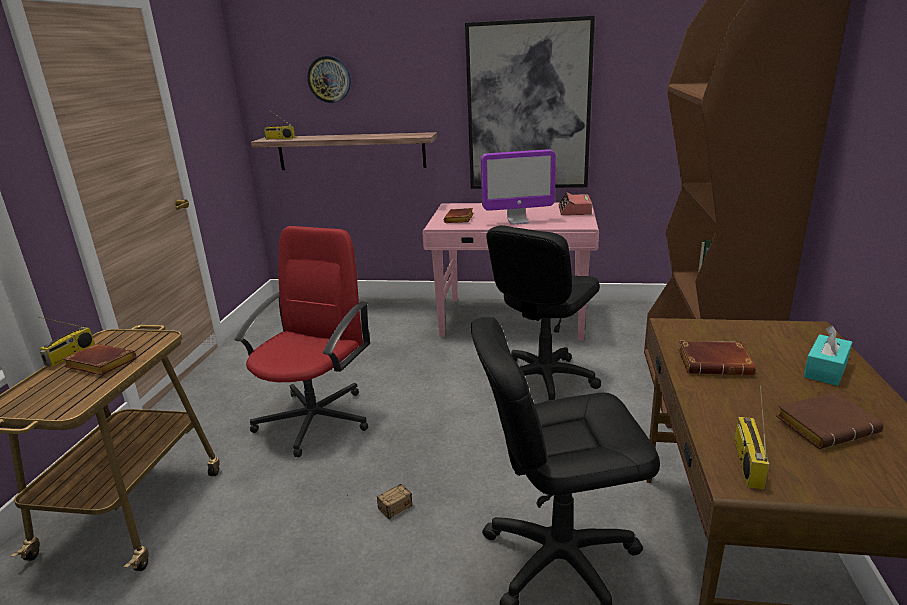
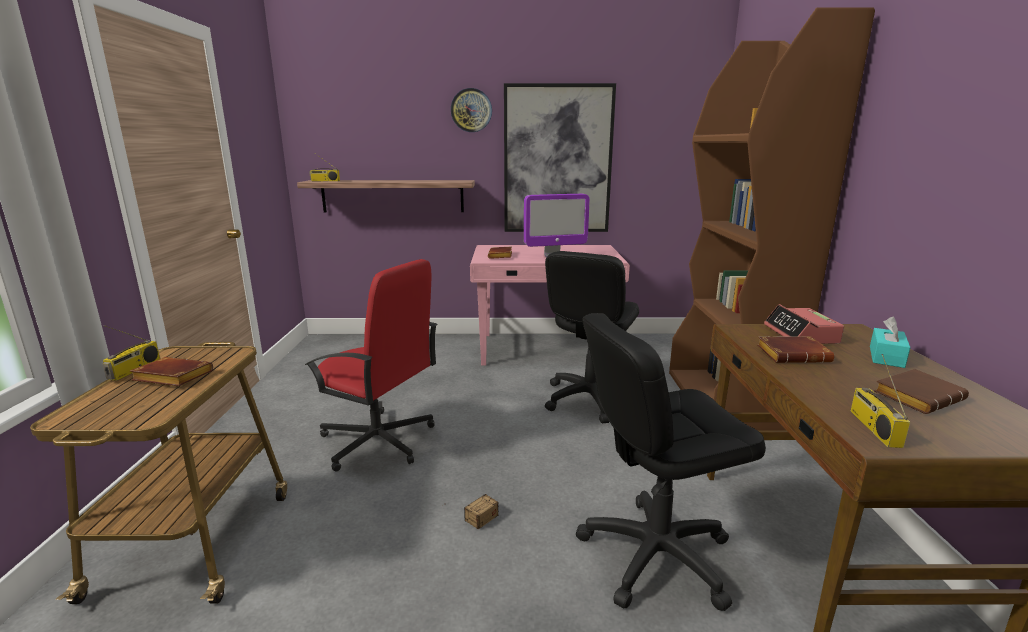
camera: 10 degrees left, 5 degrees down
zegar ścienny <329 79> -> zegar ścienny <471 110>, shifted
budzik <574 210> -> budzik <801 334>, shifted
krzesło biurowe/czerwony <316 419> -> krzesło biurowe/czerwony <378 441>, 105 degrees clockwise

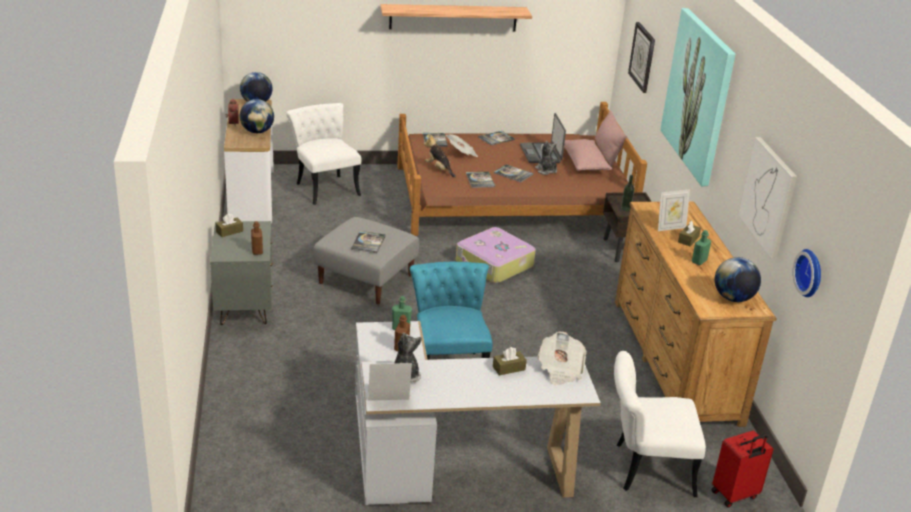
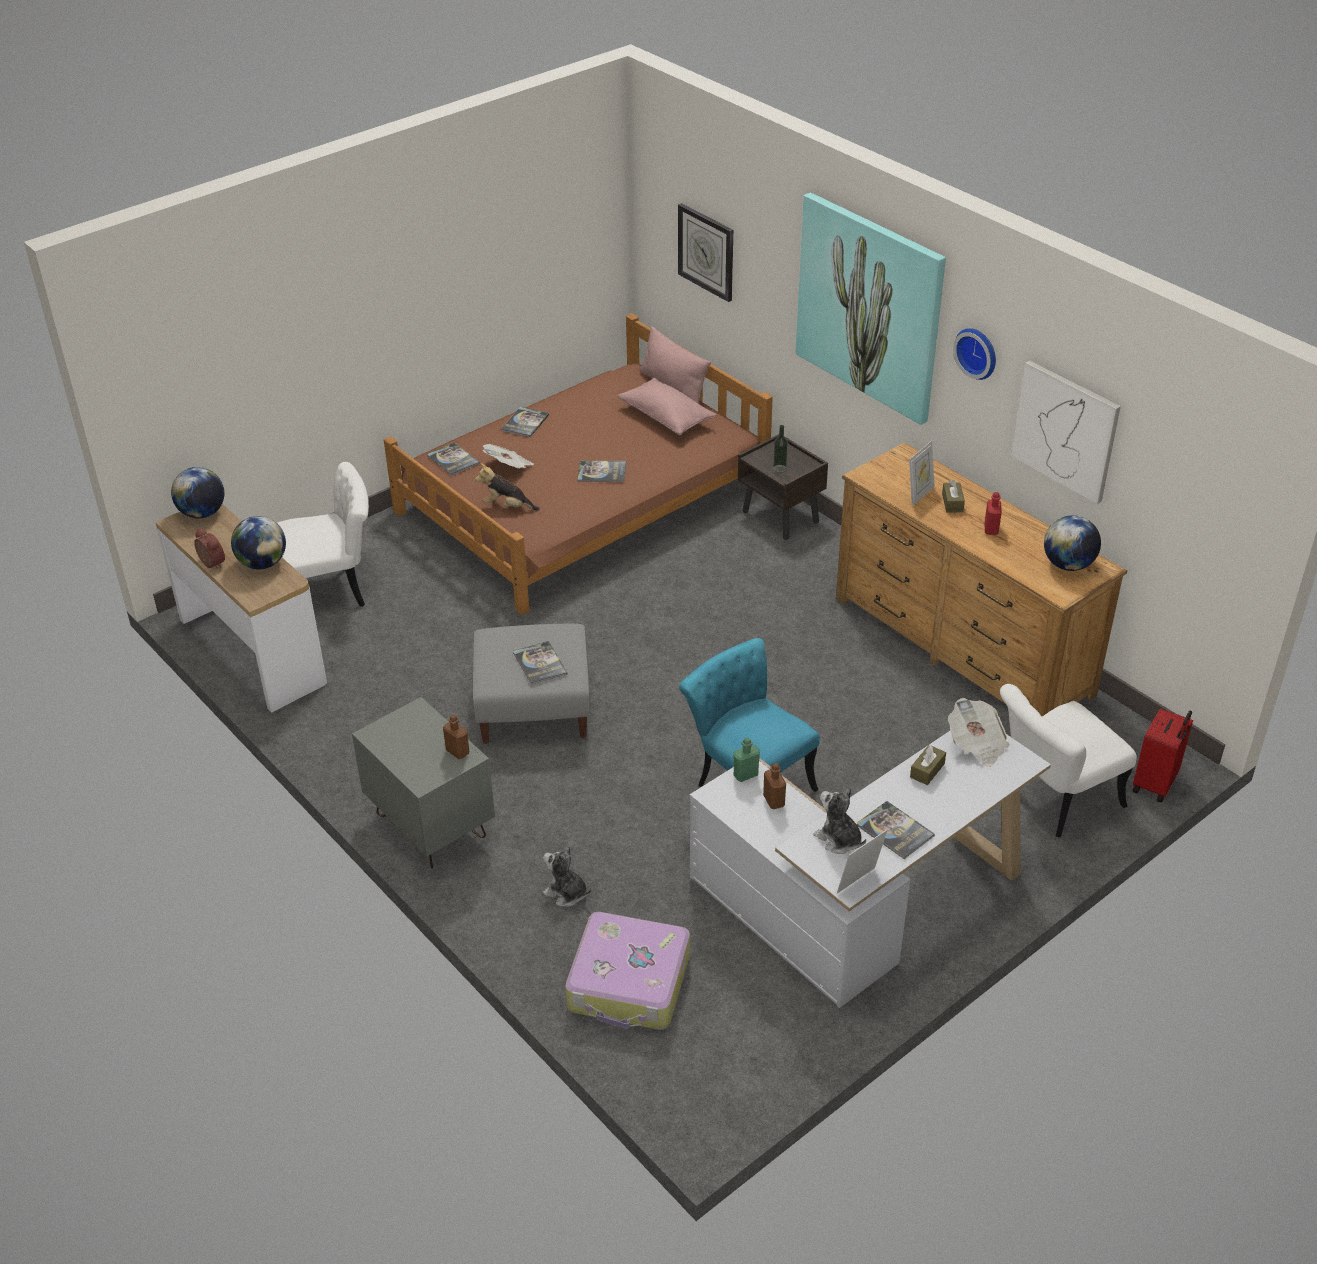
camera: 30 degrees left, 10 degrees up
półka <453 17> -> none
krzesło/biały <324 187> -> krzesło/biały <333 589>, 135 degrees clockwise
laptop <541 154> -> none
pluszak <546 171> -> pluszak <566 893>, shifted
książka <480 180> -> książka <895 831>, shifted
pudełko chusteczek/brązowy <229 231> -> none
walizka <494 265> -> walizka <629 984>, shifted
butelka/zielony <699 261> -> butelka/czerwony <991 529>
zegar ścienny <811 273> -> zegar ścienny <978 352>, shifted

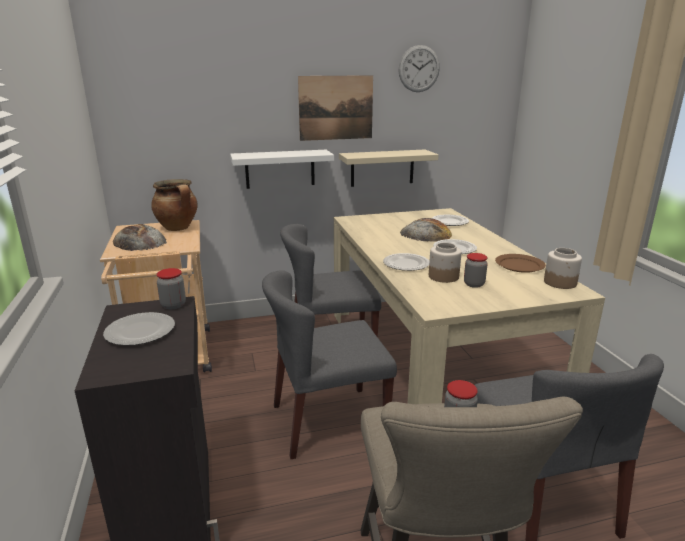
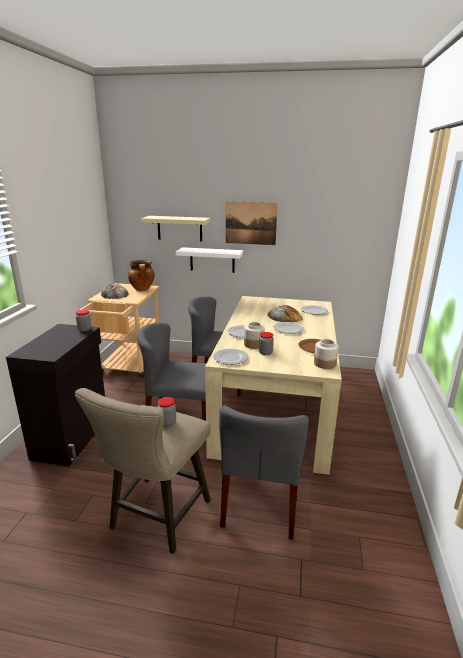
camera: 25 degrees right, 0 degrees up
zegar ścienny <419 69> -> none
półka/beżowy <382 168> -> półka/beżowy <179 228>, shifted
talerz <139 331> -> talerz <230 358>, shifted

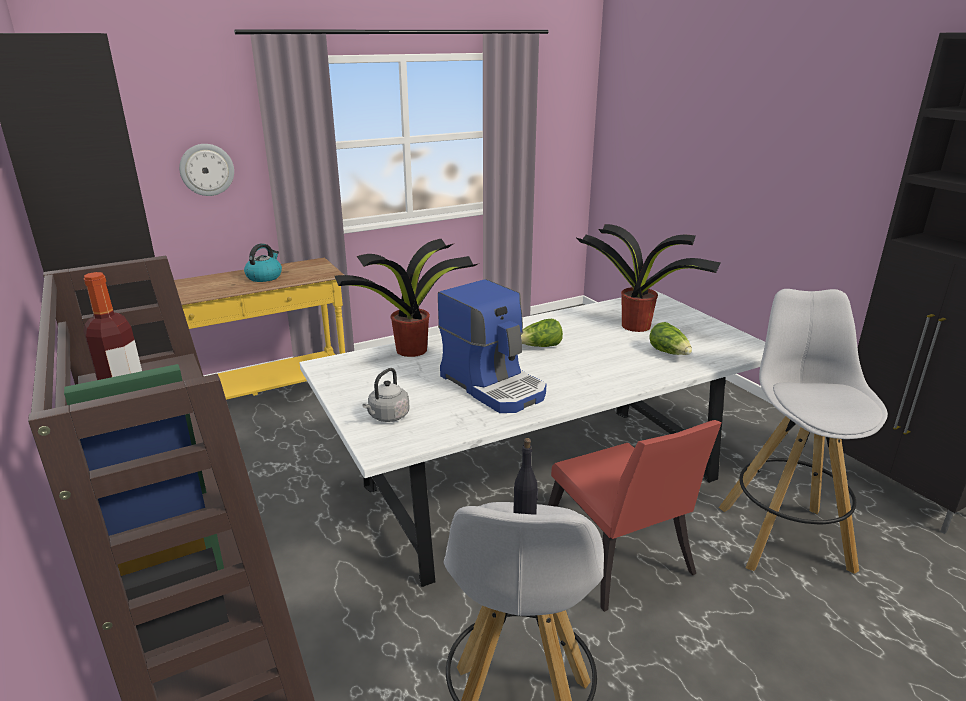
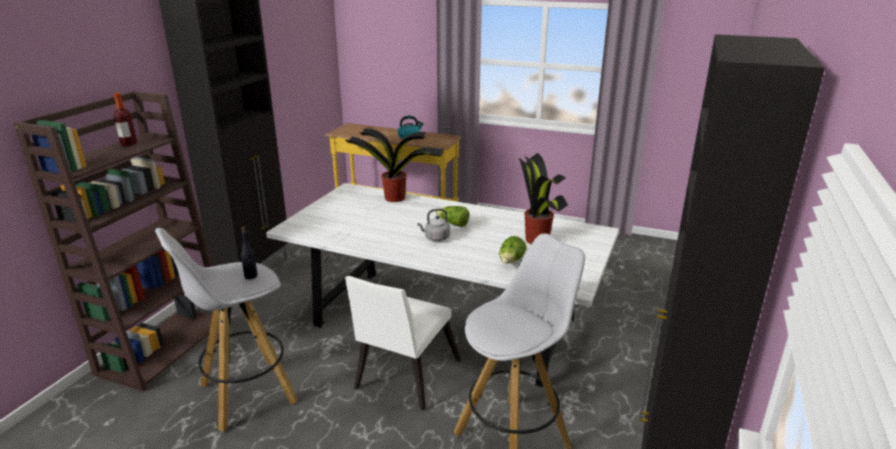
camera: 50 degrees right, 0 degrees up
zegar ścienny <206 169> -> none
ekspres do kawy <494 385> -> none
czajnik/szary <387 417> -> czajnik/szary <435 238>, shifted
krzesło/czerwony <618 560> -> krzesło/biały <403 377>

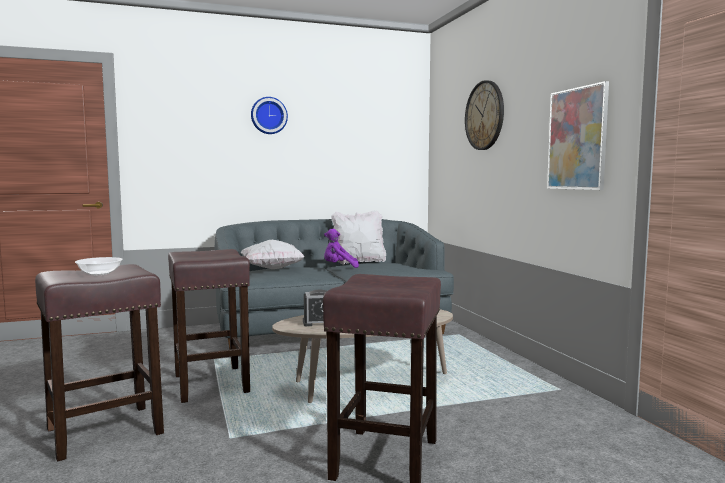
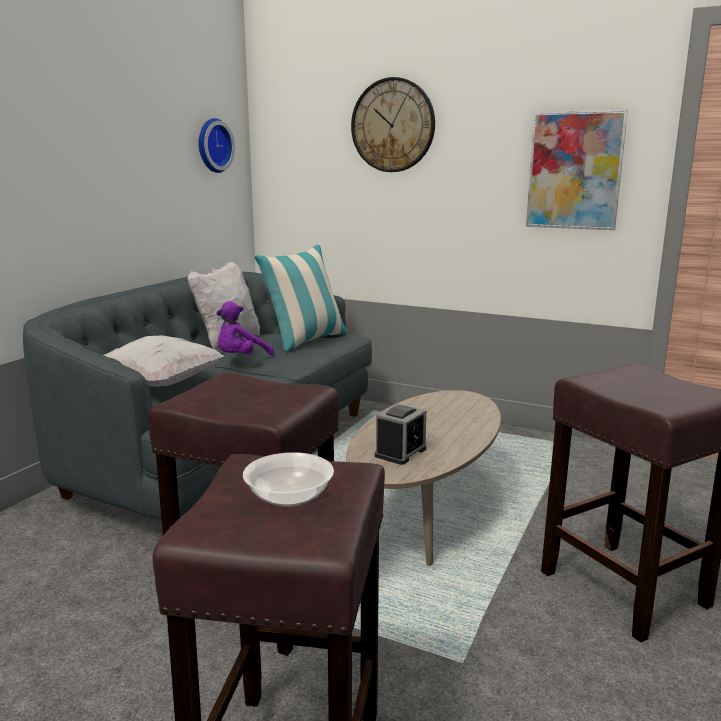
camera: 45 degrees left, 10 degrees up
zegar ścienny <268 115> -> zegar ścienny <212 145>, shifted
none -> poduszka <306 341>

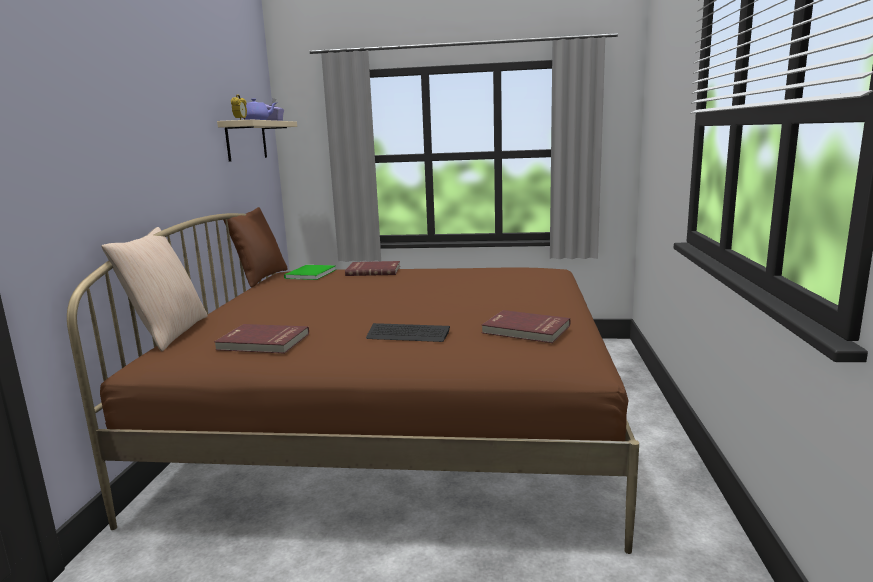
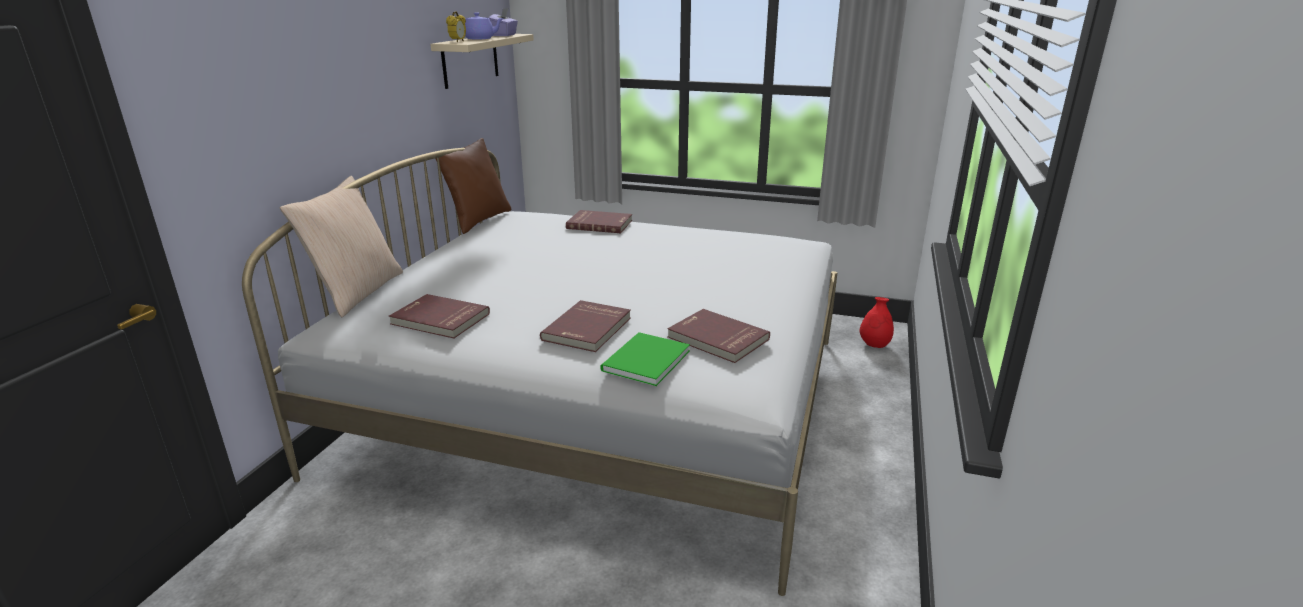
camera: 10 degrees right, 10 degrees up
łóżko/brązowy <399 422> -> łóżko/biały <602 401>
książka/zielony <309 274> -> książka/zielony <643 361>, shifted
klawiatura <408 335> -> książka/czerwony <588 329>
none -> wazon/czerwony <874 345>

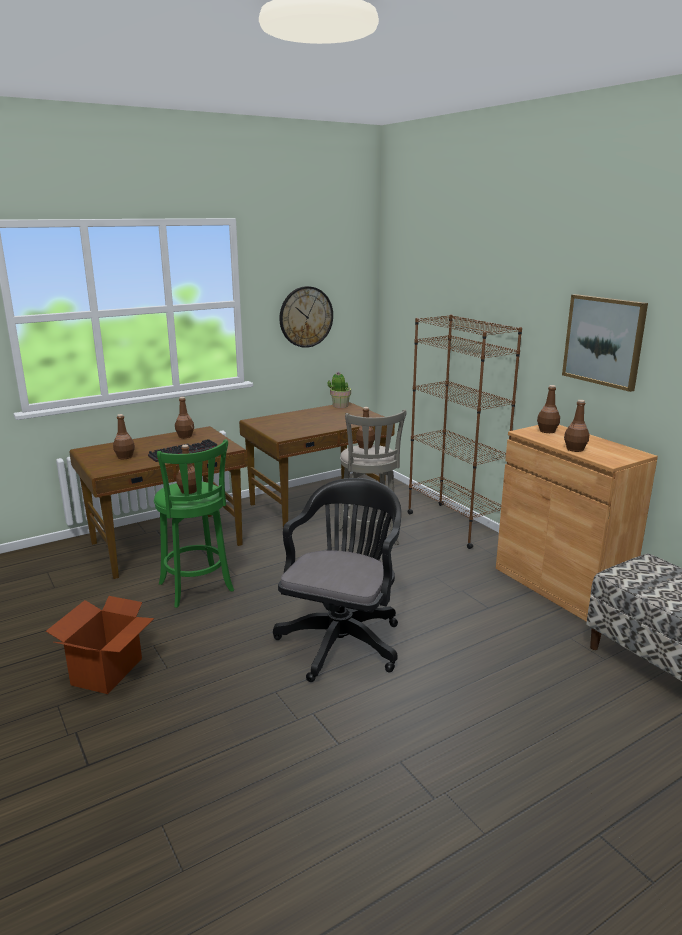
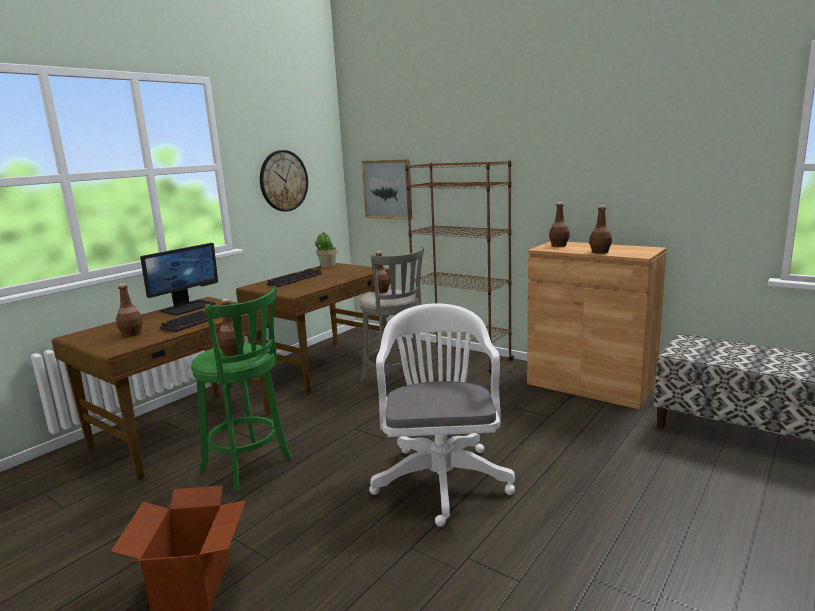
camera: 20 degrees left, 5 degrees down
obraz <604 341> -> obraz <388 189>, shifted
butelka/brązowy <185 436> -> monitor <188 307>
krzesło biurowe/czarny <342 639> -> krzesło biurowe/biały <441 477>
none -> klawiatura <295 279>

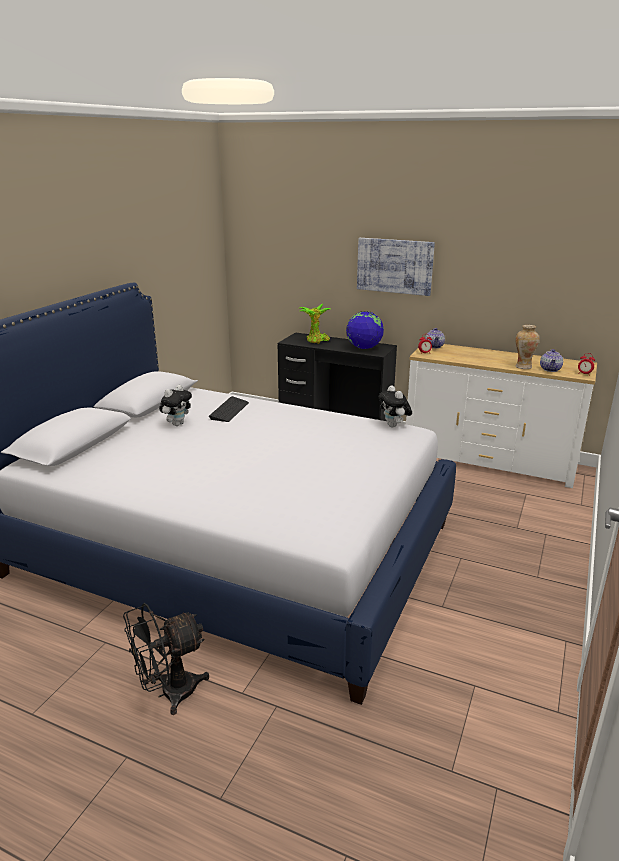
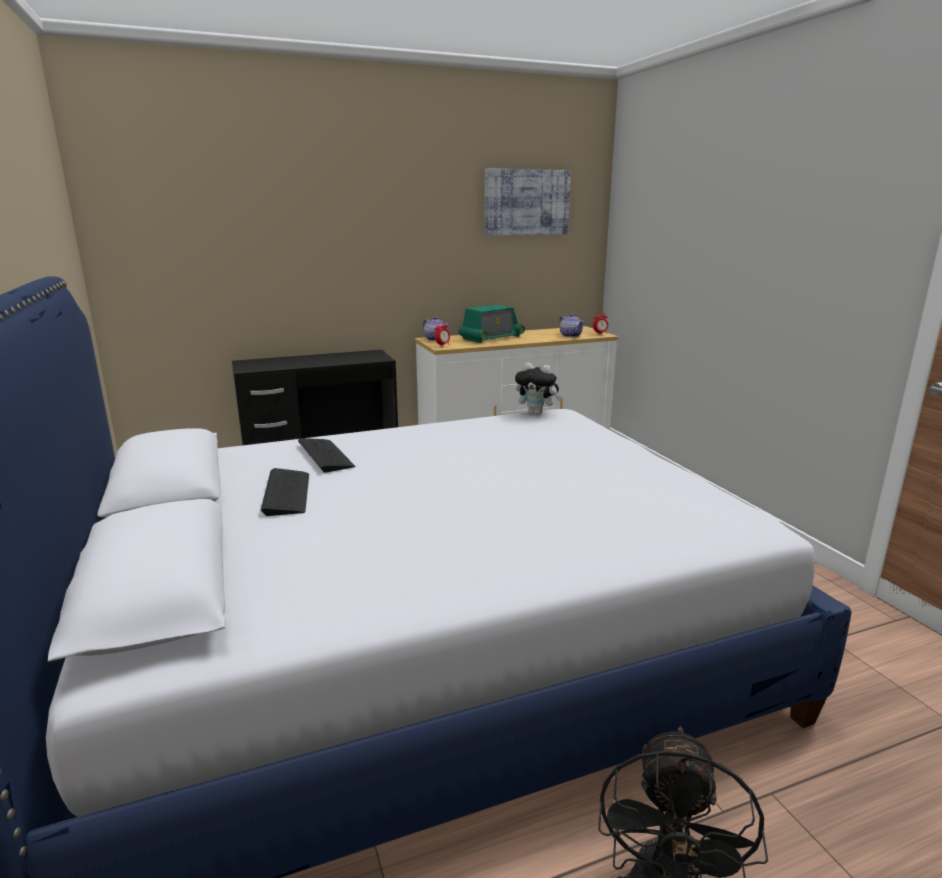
camera: 45 degrees left, 5 degrees down
obraz <394 266> -> obraz <526 202>, shifted
roślina doniczkowa <316 341> -> none
globus <364 348> -> none
wazon <523 366> -> none
pluszak <177 424> -> klawiatura <287 493>
none -> radio <491 337>

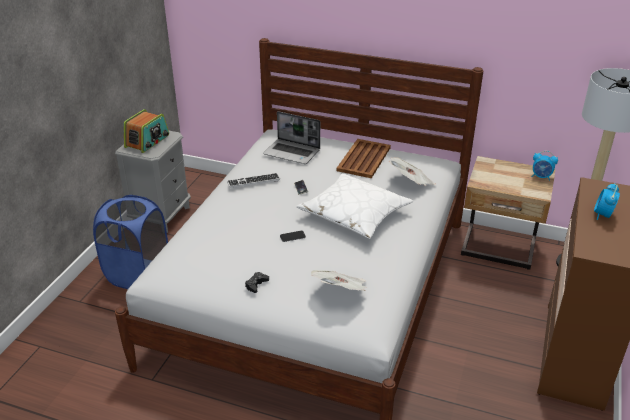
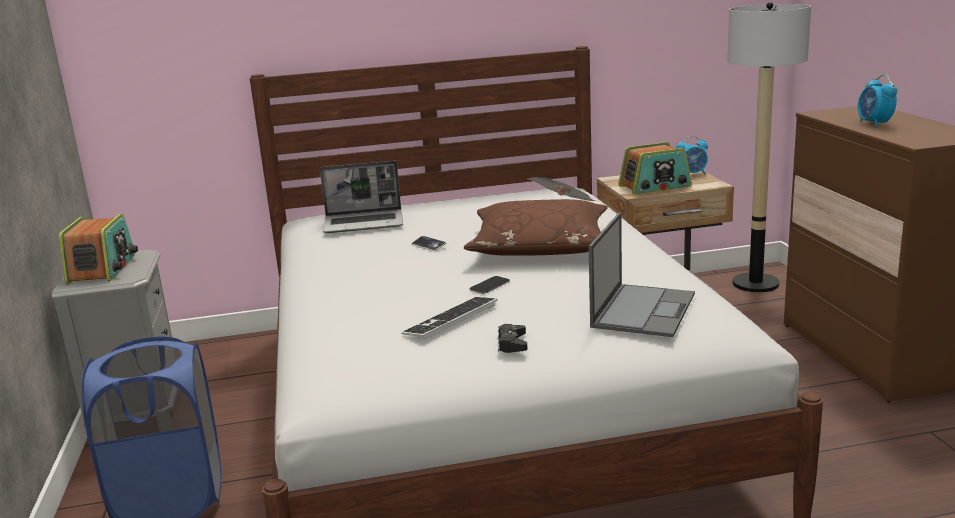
camera: 30 degrees left, 15 degrees down
taca/brązowy <363 159> -> none
klawiatura <253 181> -> klawiatura <451 319>, shifted
poduszka/biały <354 214> -> poduszka/brązowy <540 246>
gazeta <341 291> -> laptop <643 310>
none -> radio <655 186>

